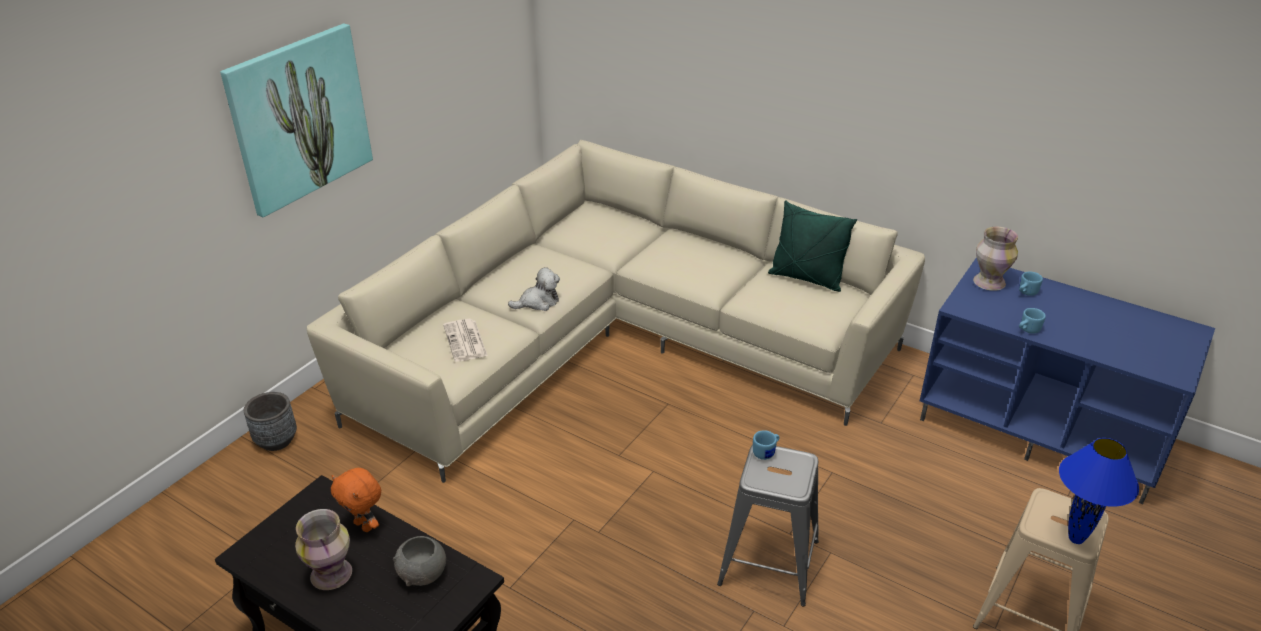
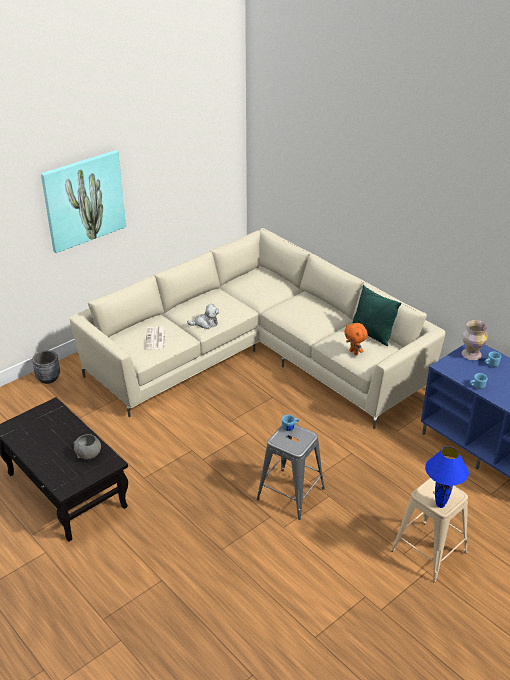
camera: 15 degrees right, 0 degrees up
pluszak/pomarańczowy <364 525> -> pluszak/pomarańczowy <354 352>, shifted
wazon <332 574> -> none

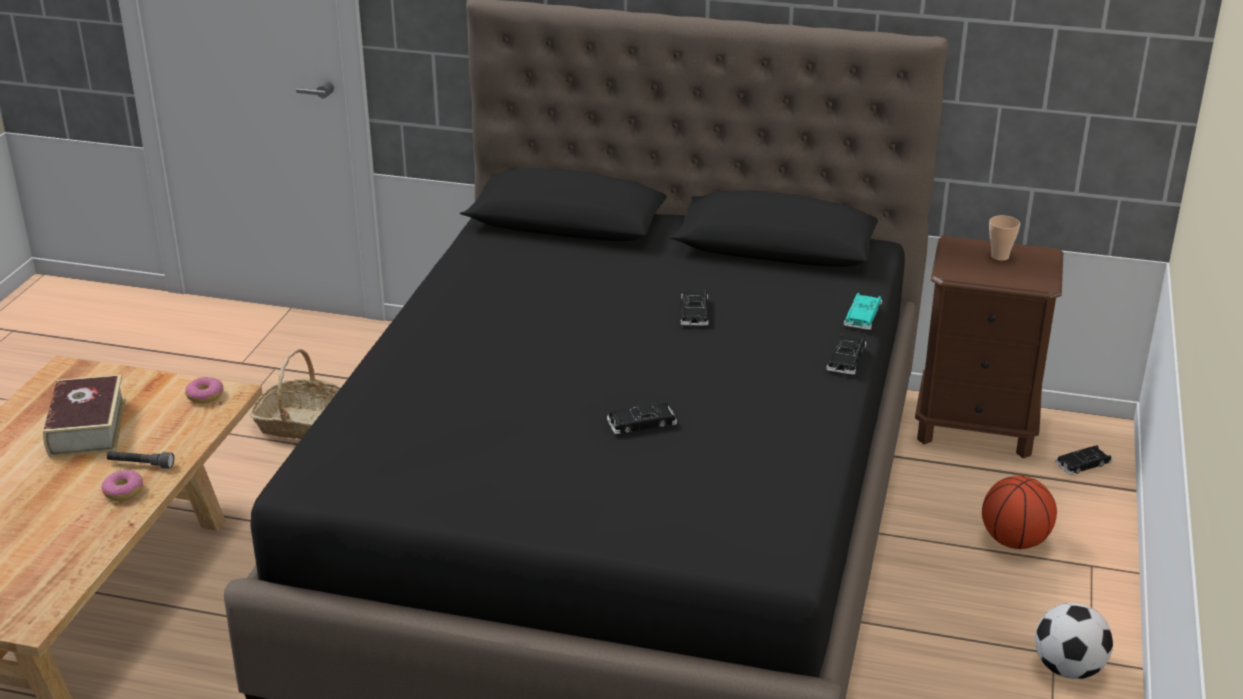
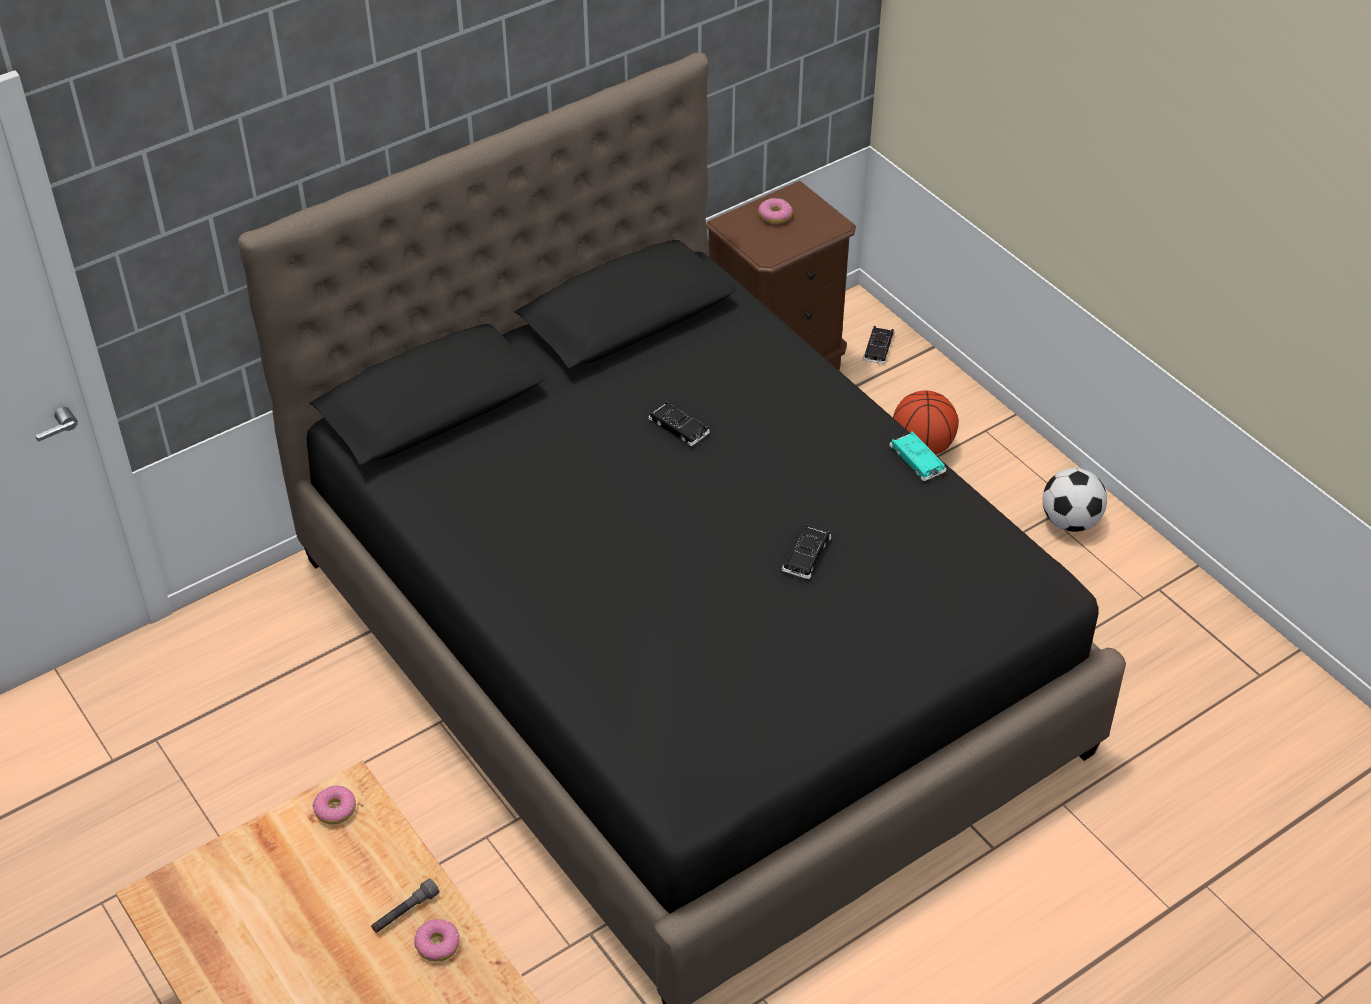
camera: 50 degrees left, 15 degrees up
filiżanka <999 256> -> donut <775 216>
samochodzik/turkusowy <862 316> -> samochodzik/turkusowy <917 460>, shifted
samochodzik/czarny <846 359> -> none
koszyk <303 424> -> none
książka <87 427> -> none

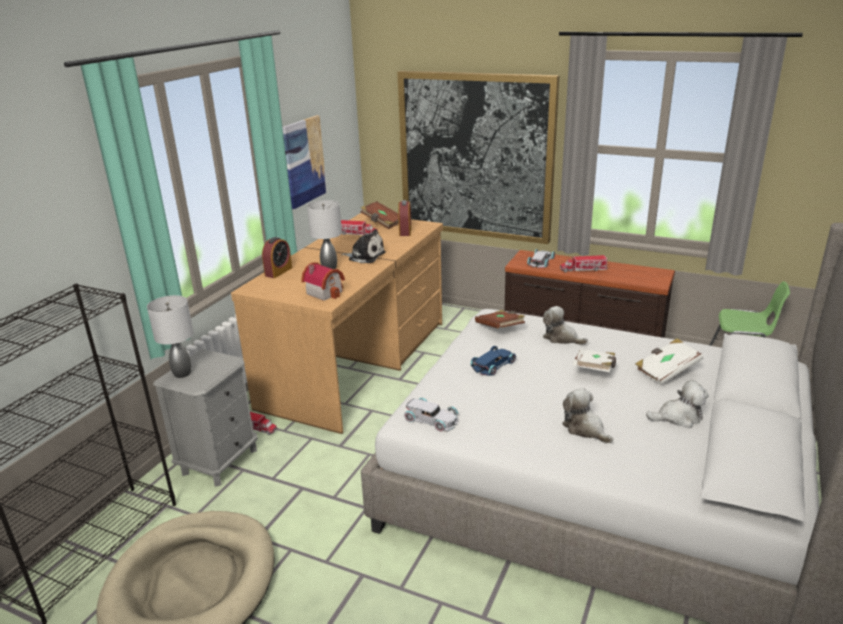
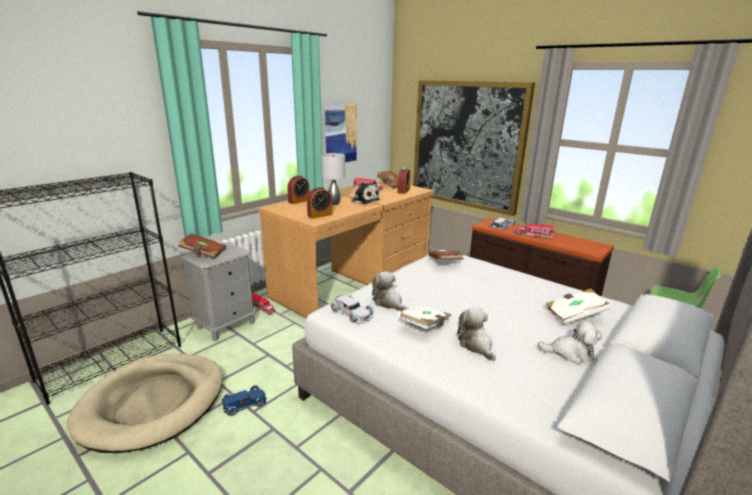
camera: 15 degrees right, 5 degrees down
domek <325 292> -> budzik <319 215>
lampa stołowa/szary <182 374> -> książka/brązowy <203 253>
pluszak <561 338> -> pluszak <388 302>, shifted
samochodzik/niebieski <494 364> -> samochodzik/niebieski <245 404>, shifted
książka/biały <594 370> -> książka/biały <425 326>, shifted

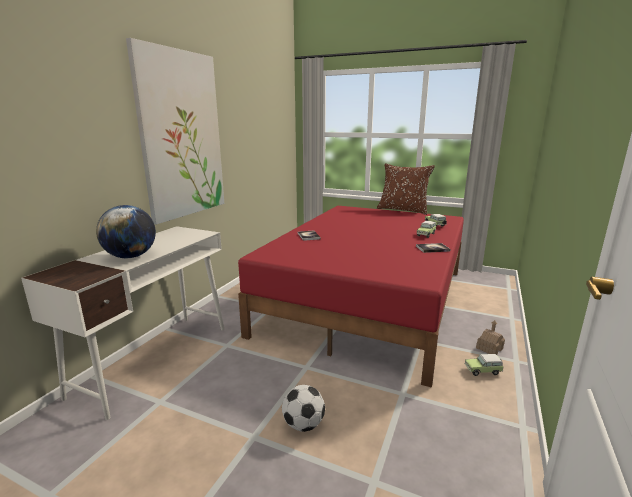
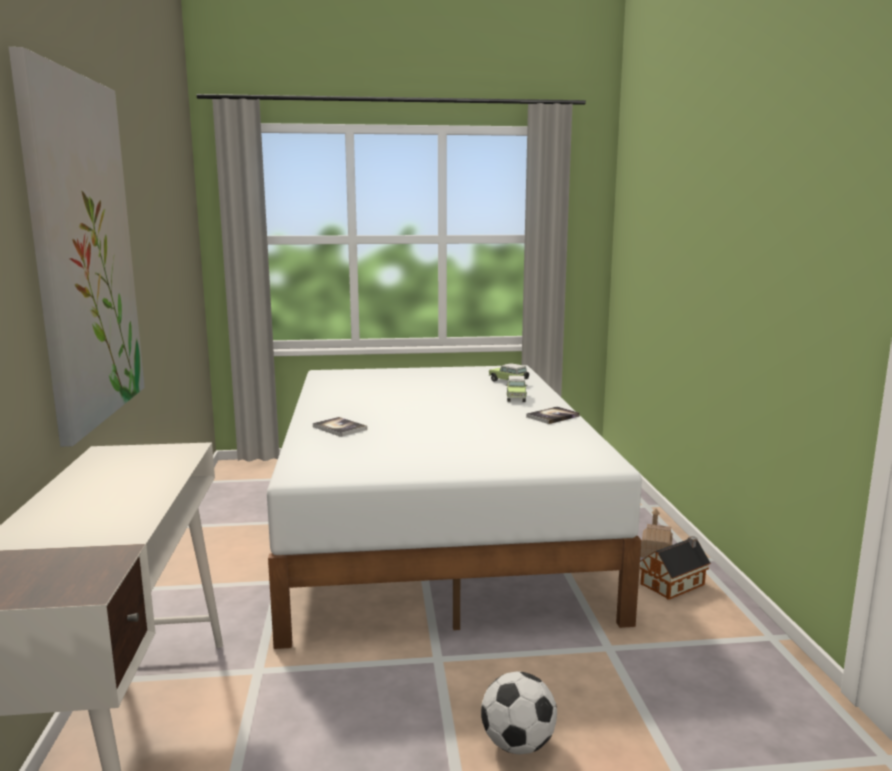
camera: 30 degrees left, 5 degrees down
poduszka/brązowy <403 210> -> none
globus <131 256> -> none
łóżko/czerwony <368 300> -> łóżko/biały <436 528>
samochodzik <484 371> -> domek <675 584>

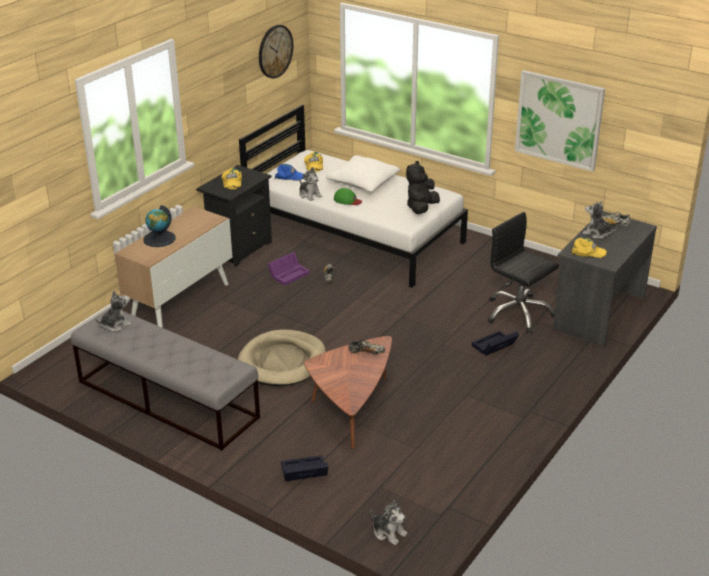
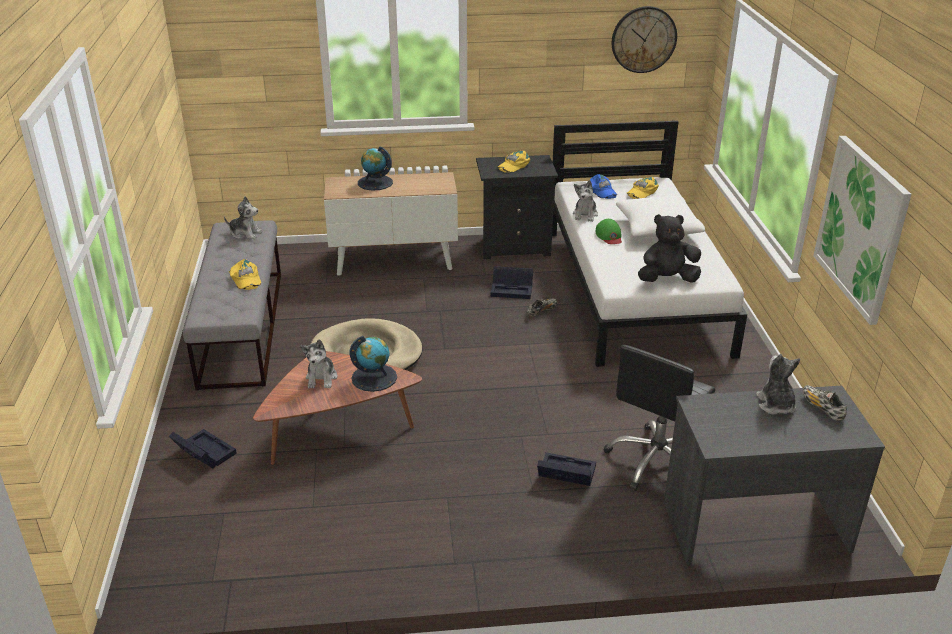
camera: 50 degrees right, 0 degrees up
krzesło biurowe/czarny <518 313> -> krzesło biurowe/czarny <656 461>, 150 degrees counterclockwise
czapka z daszkiem/żółty <588 252> -> czapka z daszkiem/żółty <245 279>, shifted
pojemnik do przechowywania/fioletowy <289 274> -> pojemnik do przechowywania/czarny <513 289>
but <366 352> -> globus <374 377>
pluszak <388 532> -> pluszak <321 378>, shifted

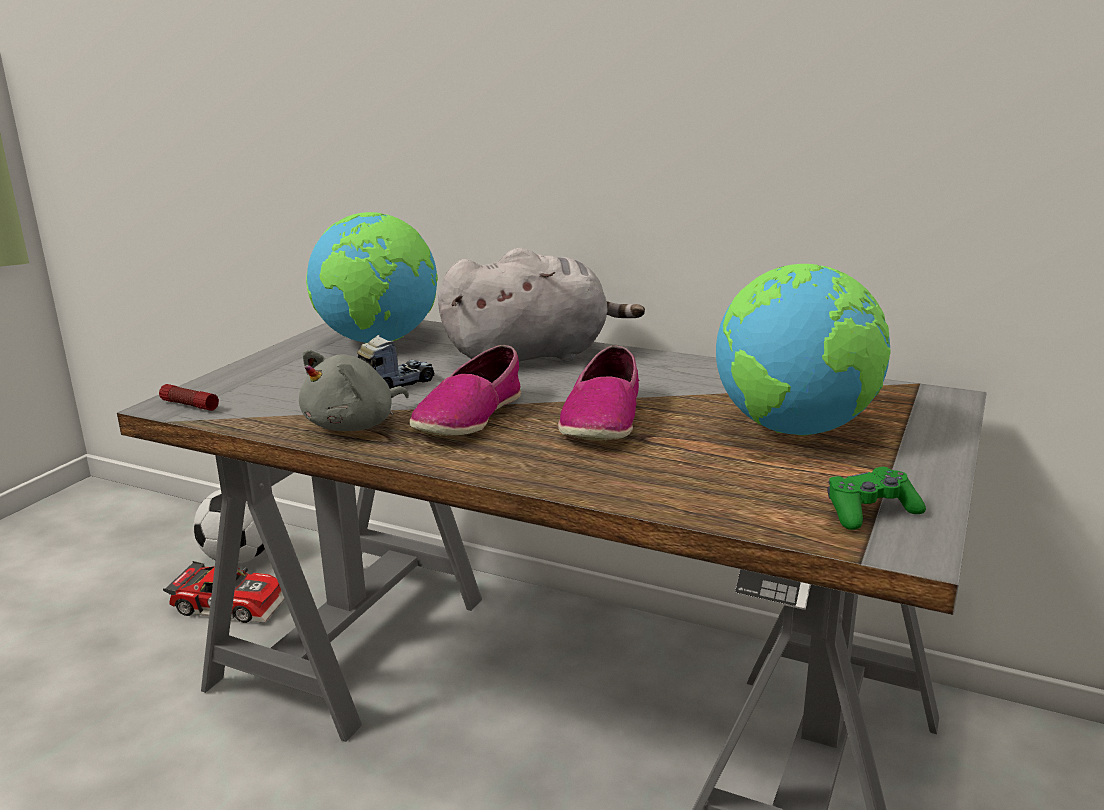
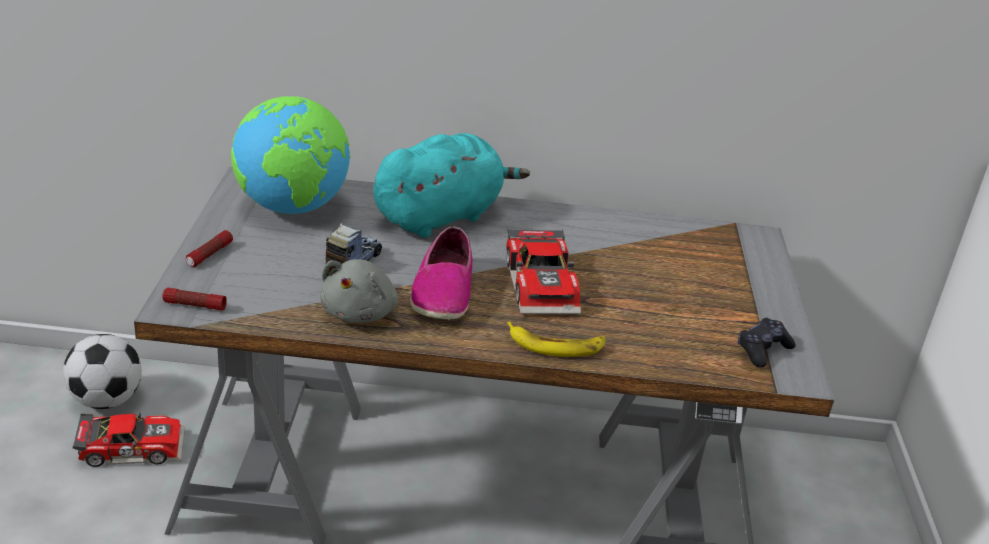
camera: 25 degrees left, 10 degrees up
pluszak/szary <533 356> -> pluszak/turkusowy <441 216>
globus <796 429> -> none
but <602 420> -> samochodzik <544 285>
pad do gier/zielony <870 511> -> pad do gier/czarny <763 350>
none -> latarka <209 255>
none -> banan <556 345>

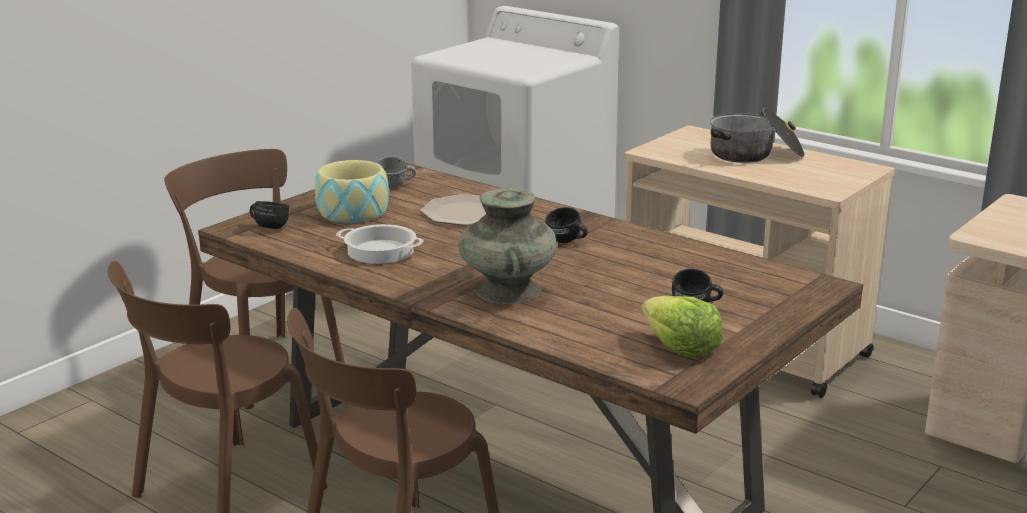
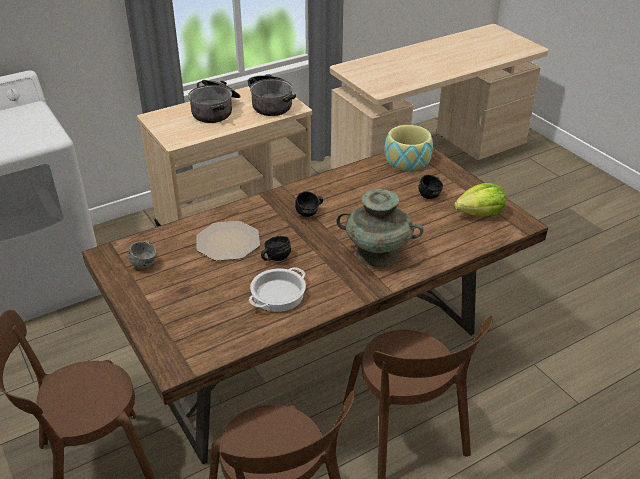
camera: 70 degrees left, 15 degrees up
miska <353 212> -> miska <407 160>, shifted
kubek/czarny <269 227> -> kubek/czarny <274 258>, shifted
none -> garnek <271 103>

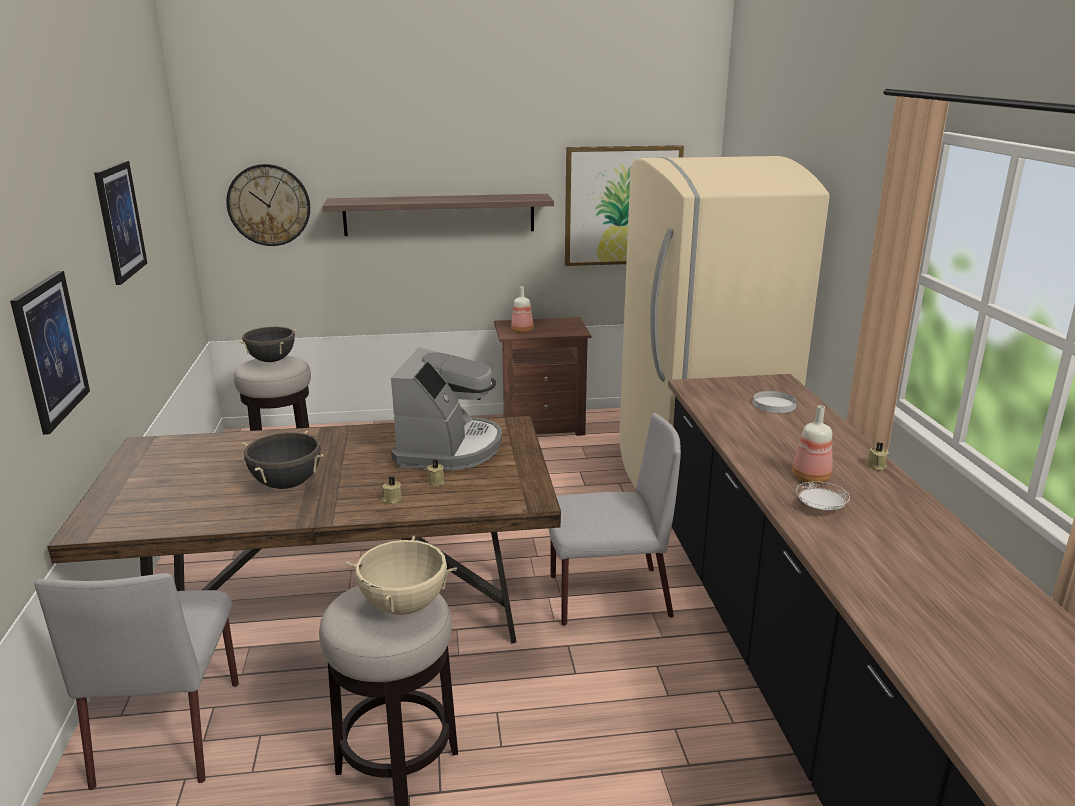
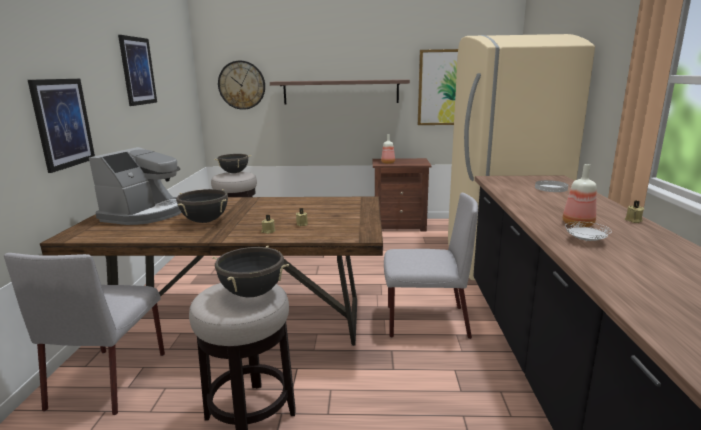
camera: 10 degrees right, 5 degrees down
ekspres do kawy <449 448> -> ekspres do kawy <146 214>, shifted
garnek/beżowy <404 606> -> garnek/czarny <252 293>

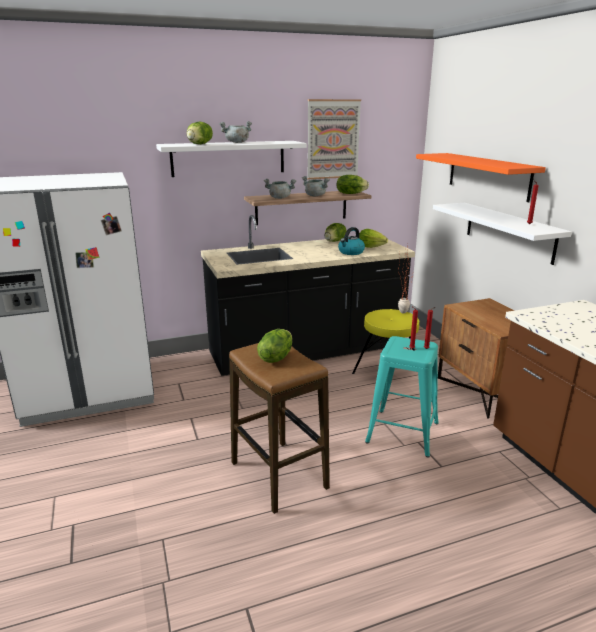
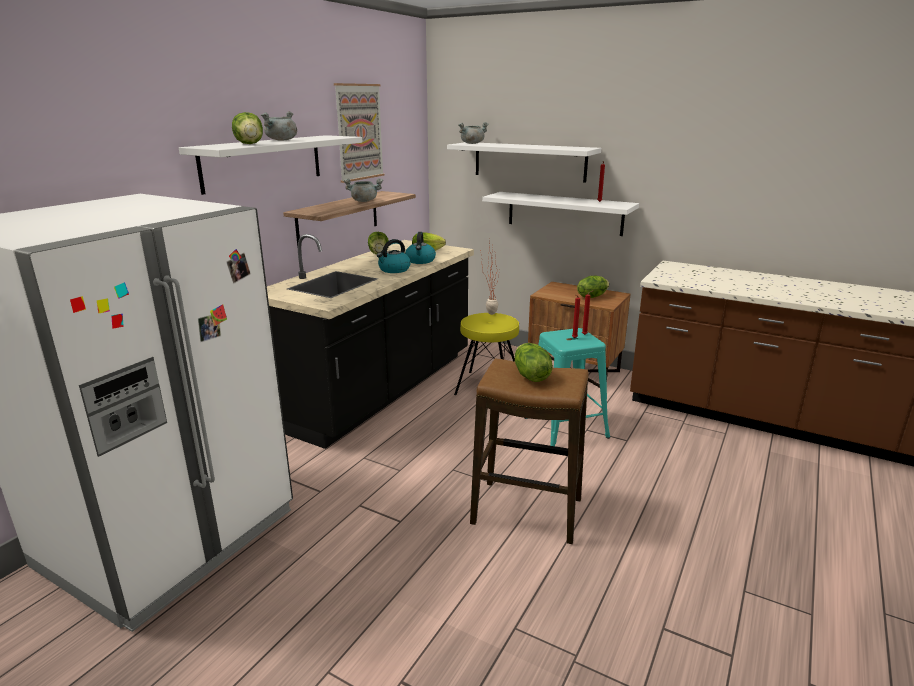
camera: 40 degrees left, 0 degrees up
półka/pomarańczowy <488 176> -> półka/biały <529 161>
sałata <350 193> -> sałata <592 296>, shifted
garnek/szary <280 198> -> garnek/szary <472 143>, shifted
none -> czajnik <394 270>

